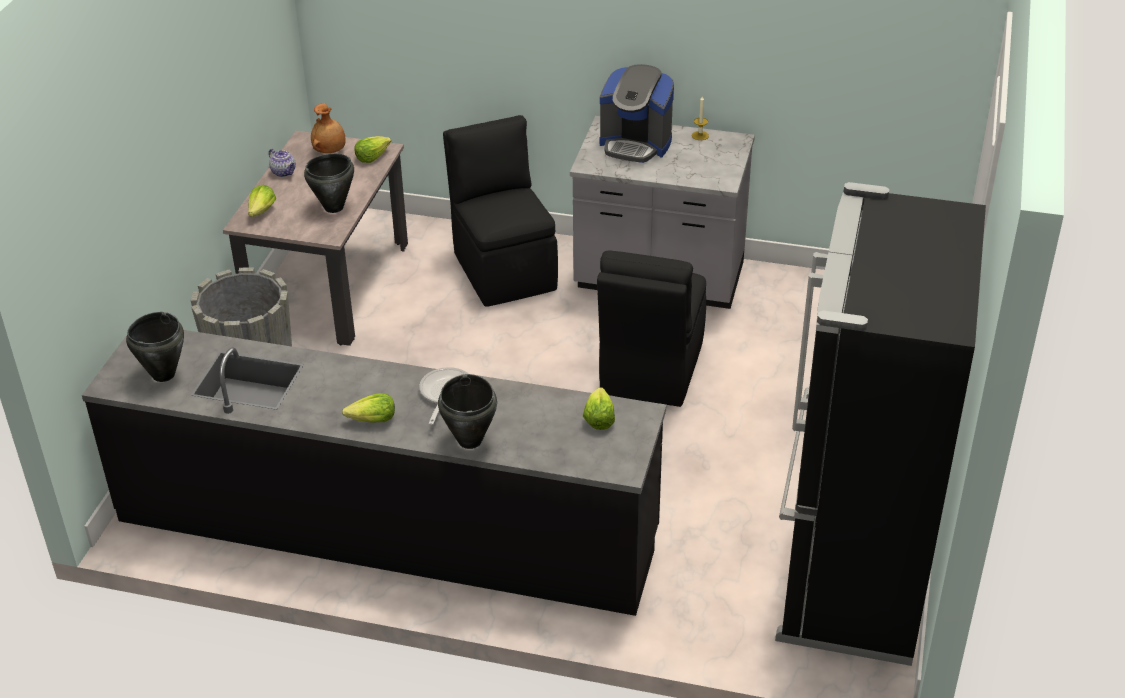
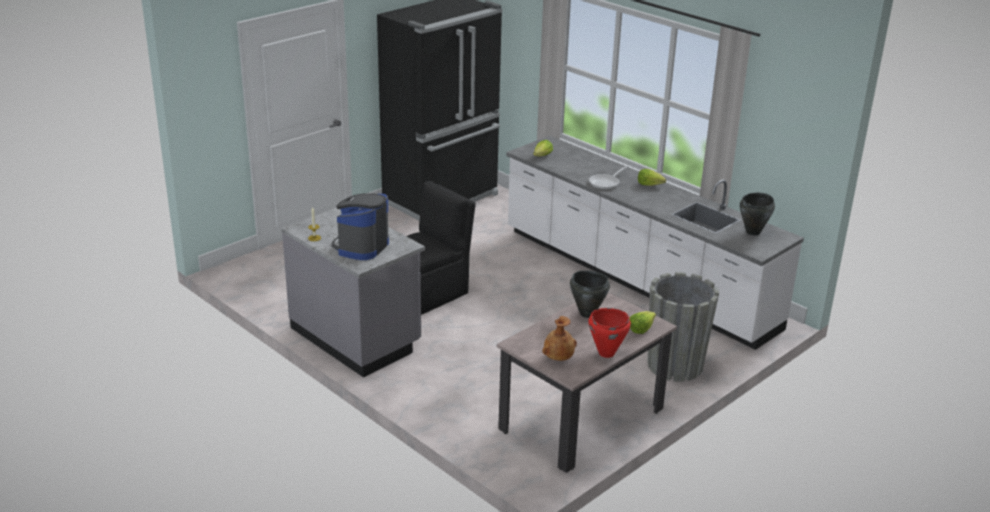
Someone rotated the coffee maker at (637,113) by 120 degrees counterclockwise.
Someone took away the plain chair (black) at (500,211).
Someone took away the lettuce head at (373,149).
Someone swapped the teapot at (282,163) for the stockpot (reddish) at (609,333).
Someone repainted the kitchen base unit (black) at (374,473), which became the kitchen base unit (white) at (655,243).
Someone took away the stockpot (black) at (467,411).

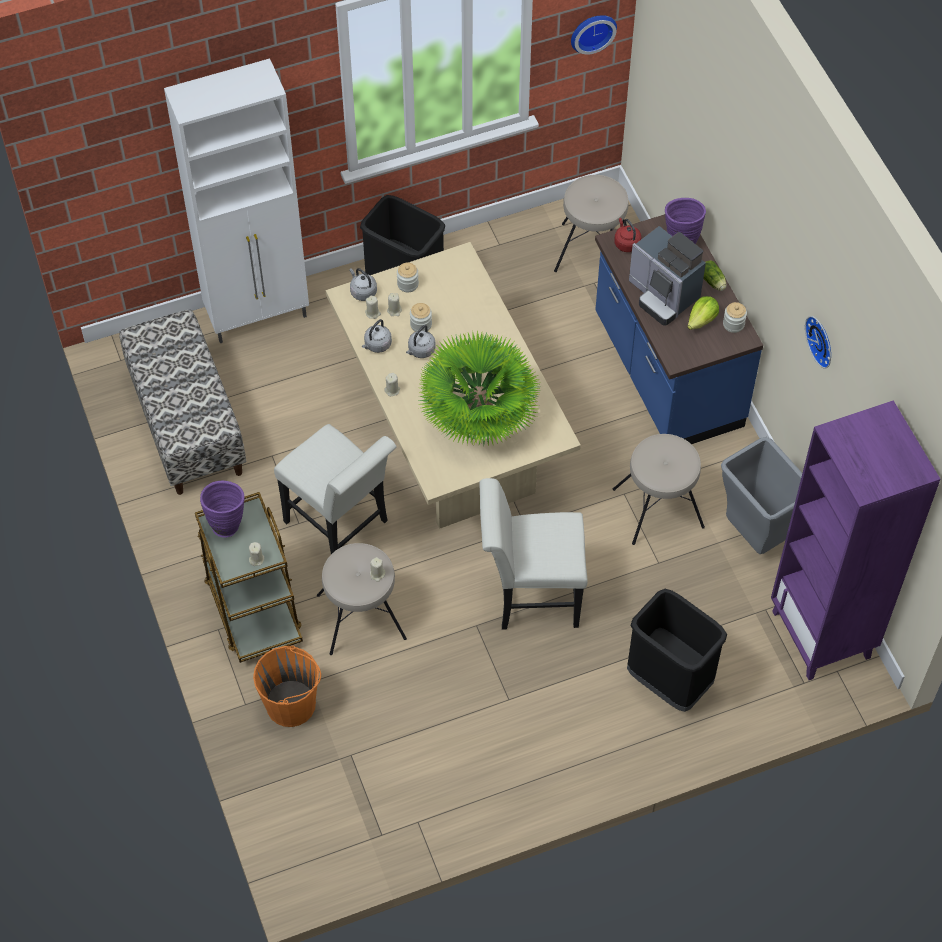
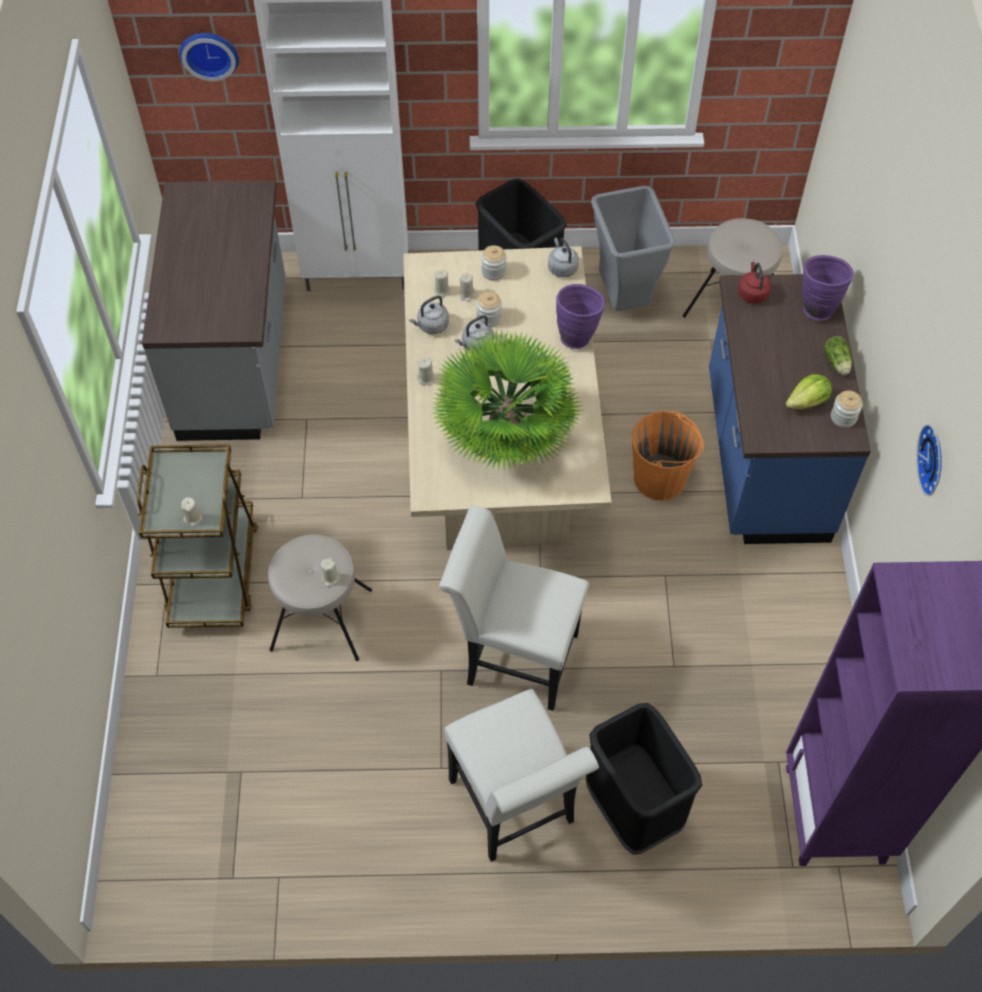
Someone carried the hanging clock from (594,35) to (209,57).
Someone took away the coffee maker at (667,276).
Someone carried the kettle (greyish) from (363,284) to (563,257).
Someone swapped the long seat at (182,402) for the kitchen base unit (greyish) at (213,311).
Someone carried the plain chair (white) from (335,489) to (521,775).
Someone took away the stool seat (sand-coloured) at (659,489).
Someone carried the trash can (greyish) from (761,495) to (633,248).
Someone carried the flower vase (purplish) from (222,509) to (580,316).
Someone carried the pail (orange) from (287,686) to (668,456).

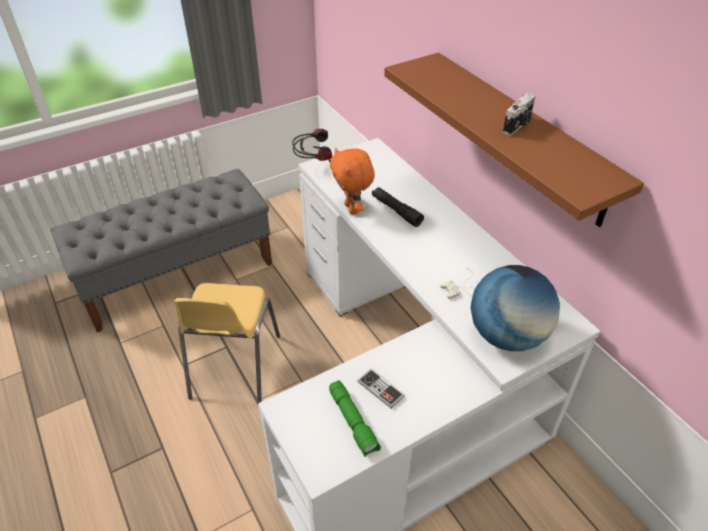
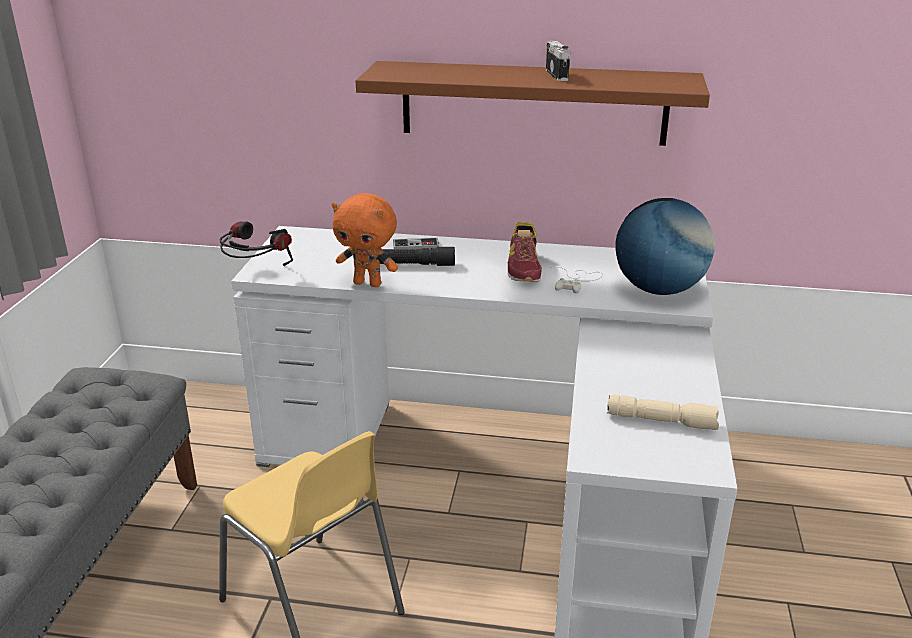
Someone carried the joypad from (381,388) to (416,243).
Someone repainted the flashlight (green-coloured) at (355,418), which became the flashlight (sand-coloured) at (663,412).
Someone put down the low shoe at (525,252).

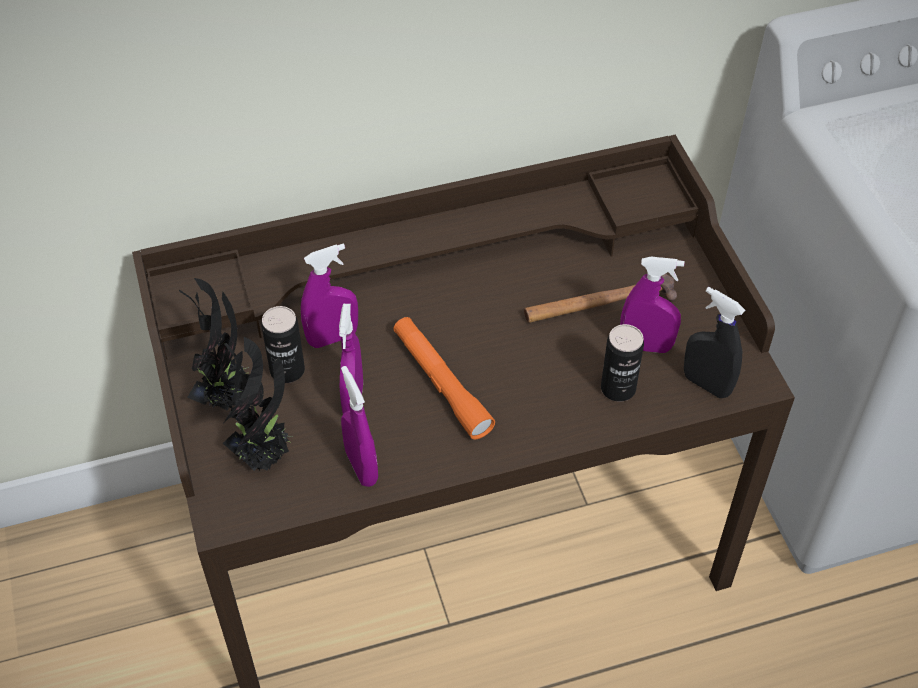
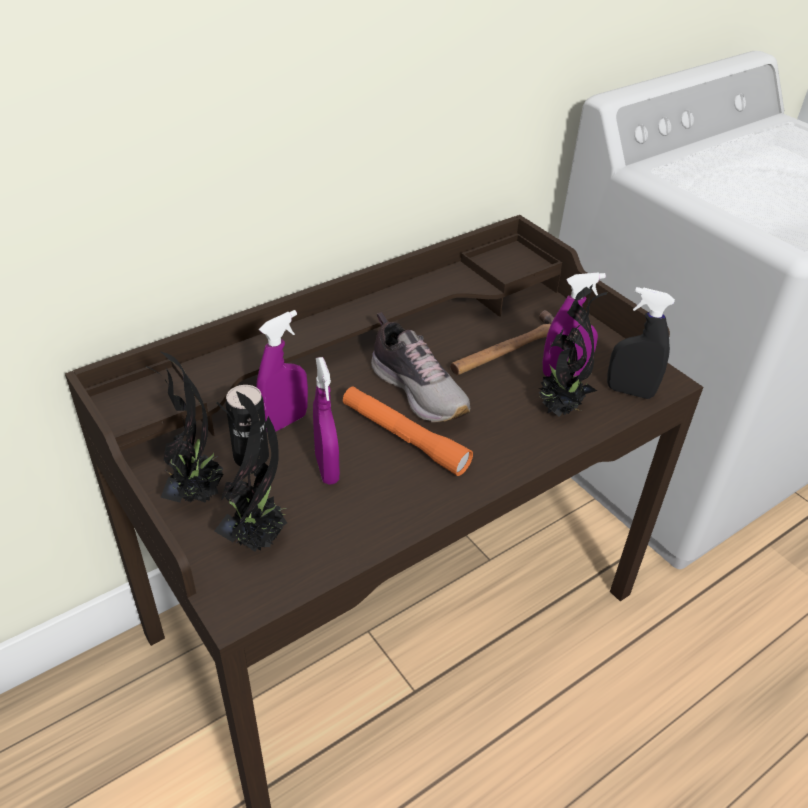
Someone swapped the can at (622,363) for the plant in a pot at (572,350).
Someone took away the spray bottle (purplish) at (359,426).
Someone put down the low shoe at (420,367).

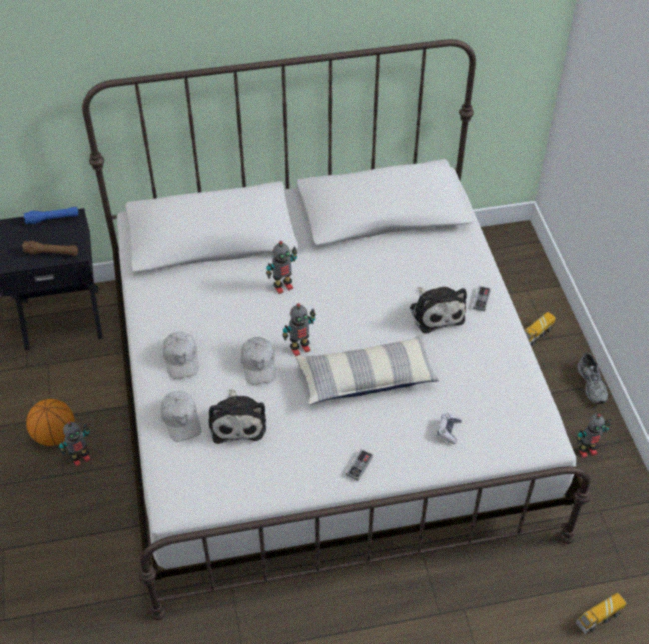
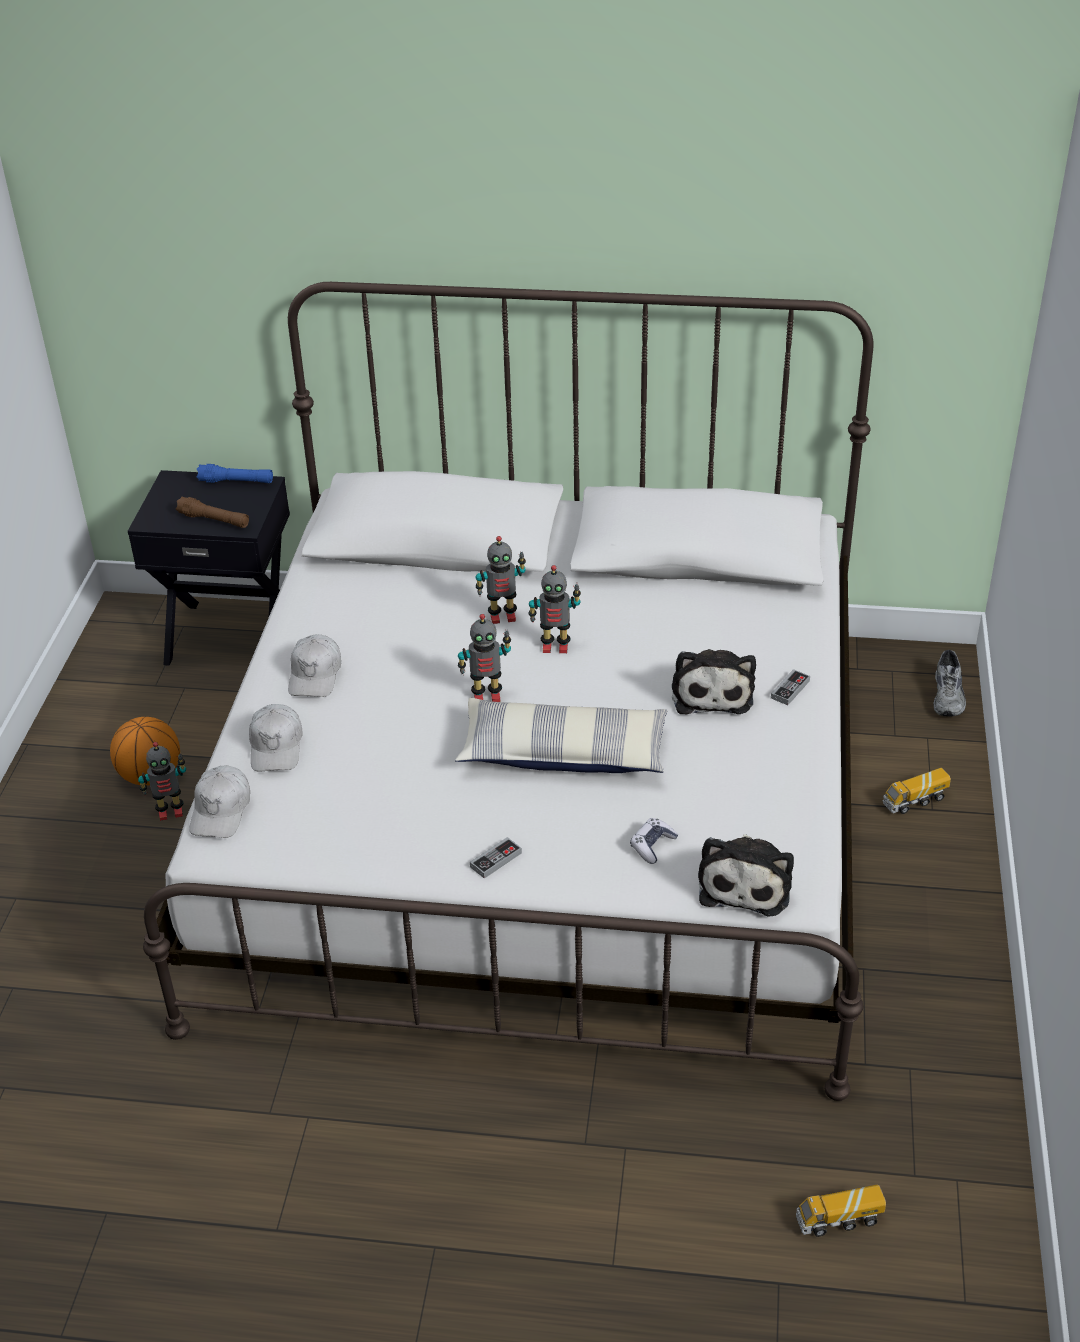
Someone carried the baseball cap (white) from (258,360) to (219,802).
Someone carried the low shoe (greyish) from (592,378) to (950,683).
Someone carried the plush toy from (237,416) to (746,875).
Someone carried the toy robot from (593,436) to (554,609).

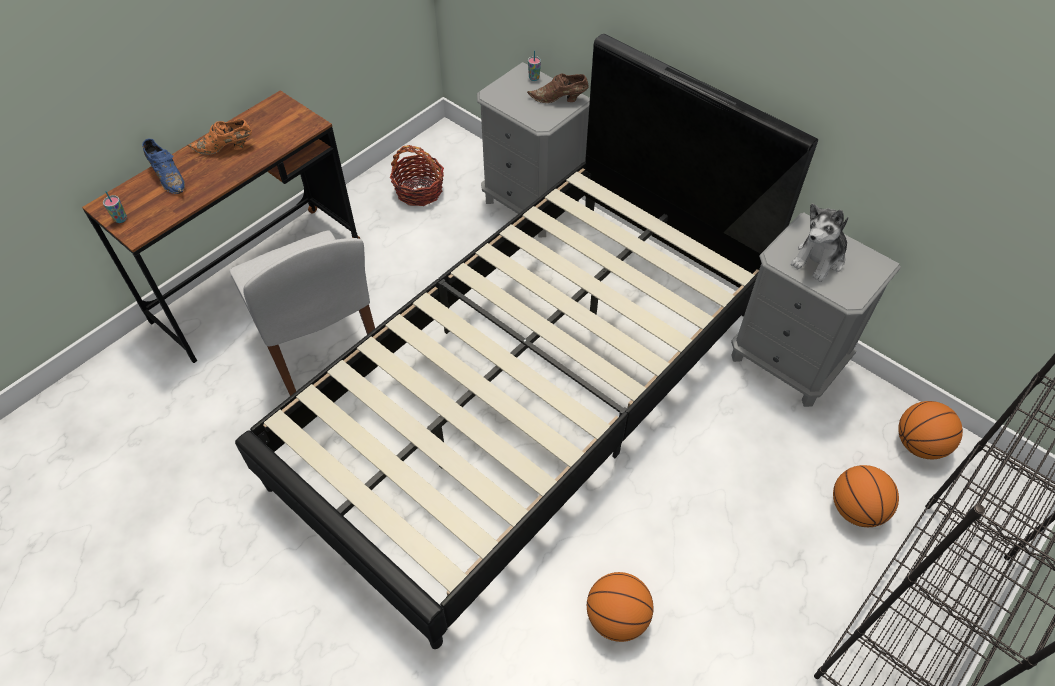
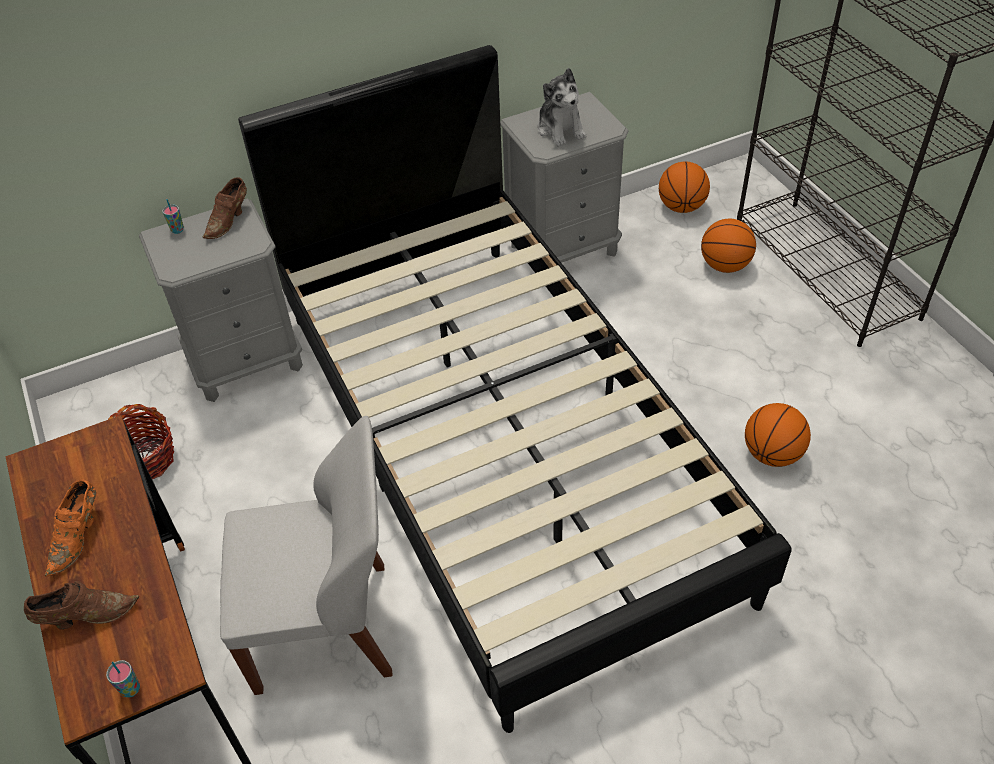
Someone repainted the low shoe (blue) at (163,166), which became the low shoe (brown-coloured) at (81,605).

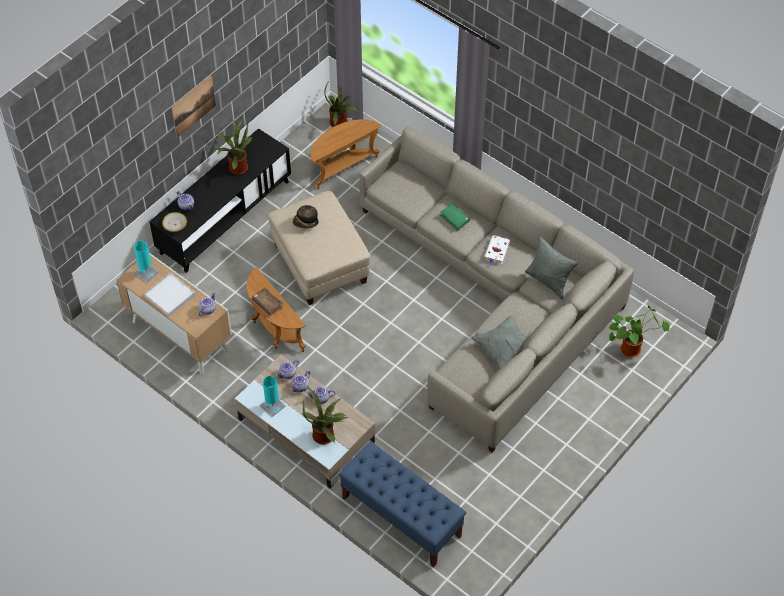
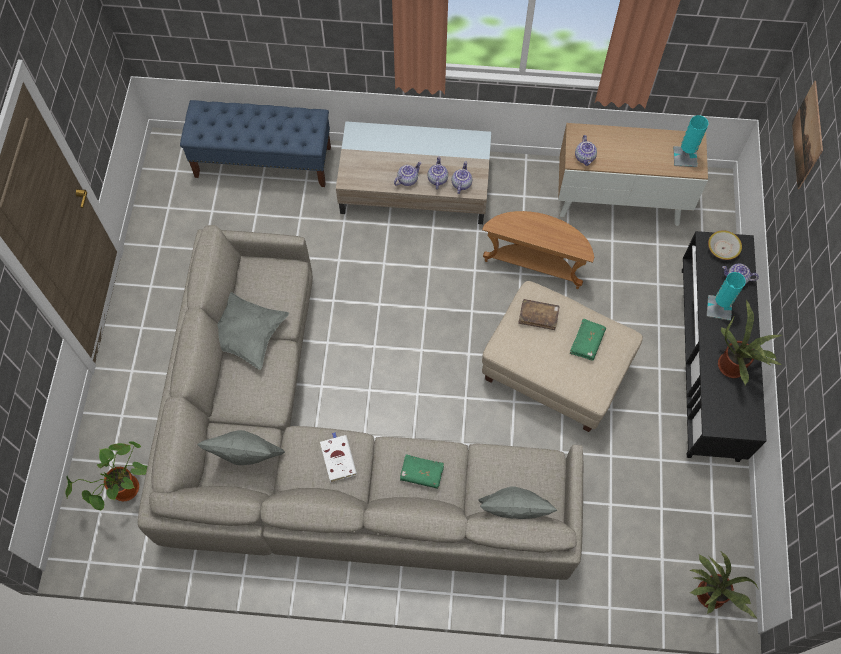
Someone carried the wall art from (193,106) to (807,135).
Someone took away the accent table (brown-coloured) at (346,154).
Someone swapped the wearable hat at (305,216) for the bound book (green-coloured) at (588,339).
Someone took away the serving tray (white) at (169,294).
Someone carried the bound book (brown-coloured) from (267,301) to (538,314).
Someone carried the table lamp (blue-green) from (272,396) to (726,296).
Someone took away the plant in a pot at (325,416).
Someone put down the pillow (greyish) at (518,503).

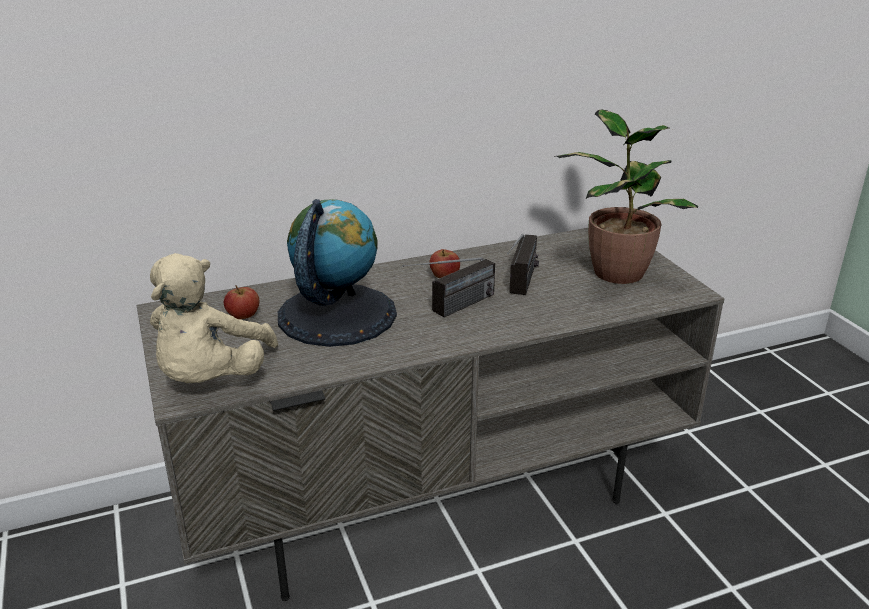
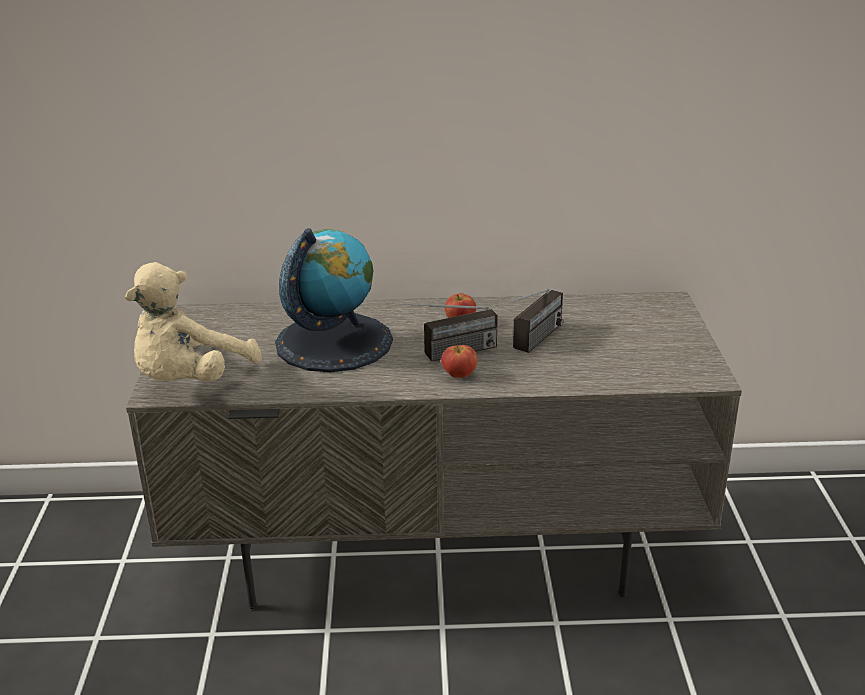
Someone took away the plant in a pot at (626,197).
Someone carried the apple from (241,302) to (459,360).

